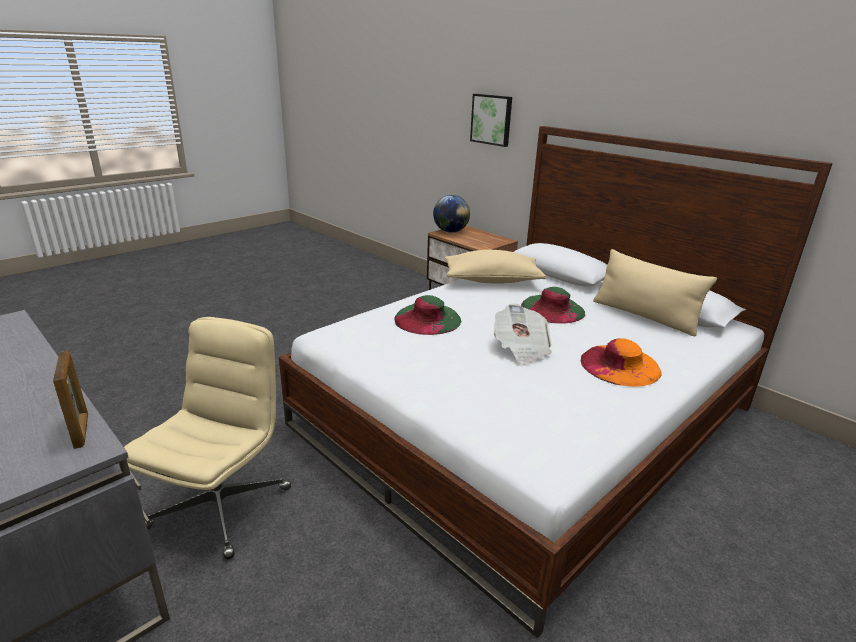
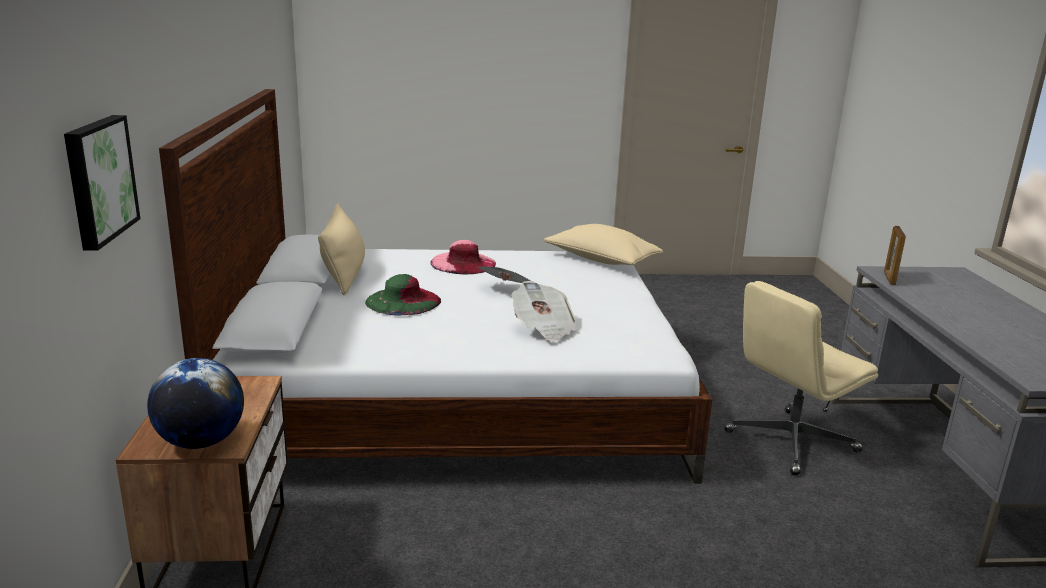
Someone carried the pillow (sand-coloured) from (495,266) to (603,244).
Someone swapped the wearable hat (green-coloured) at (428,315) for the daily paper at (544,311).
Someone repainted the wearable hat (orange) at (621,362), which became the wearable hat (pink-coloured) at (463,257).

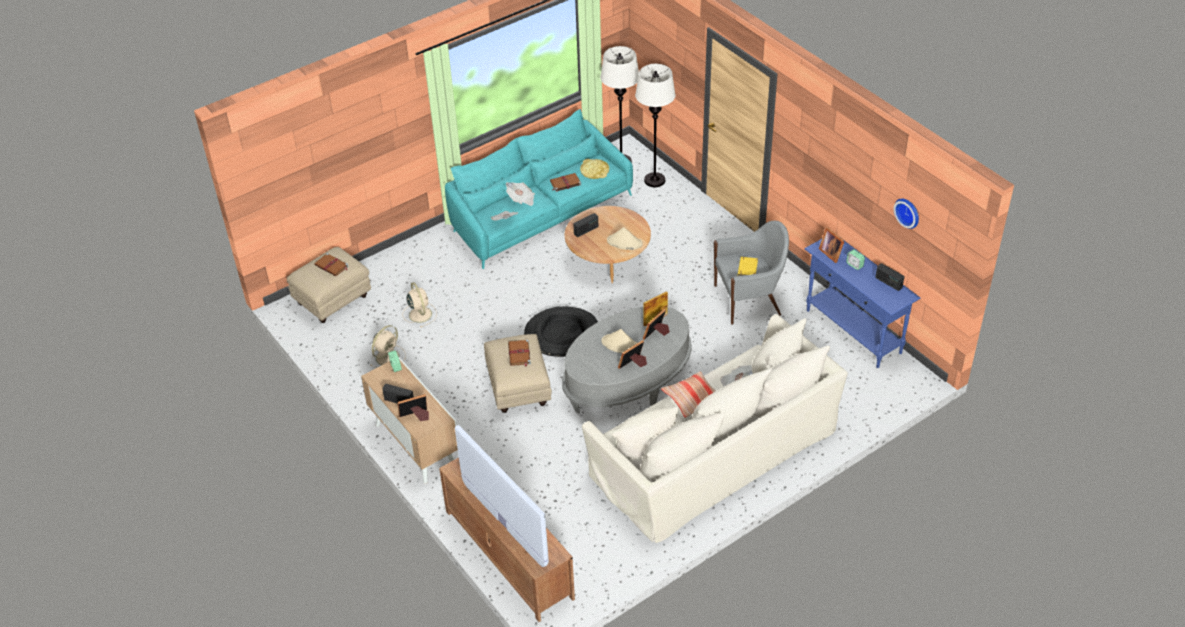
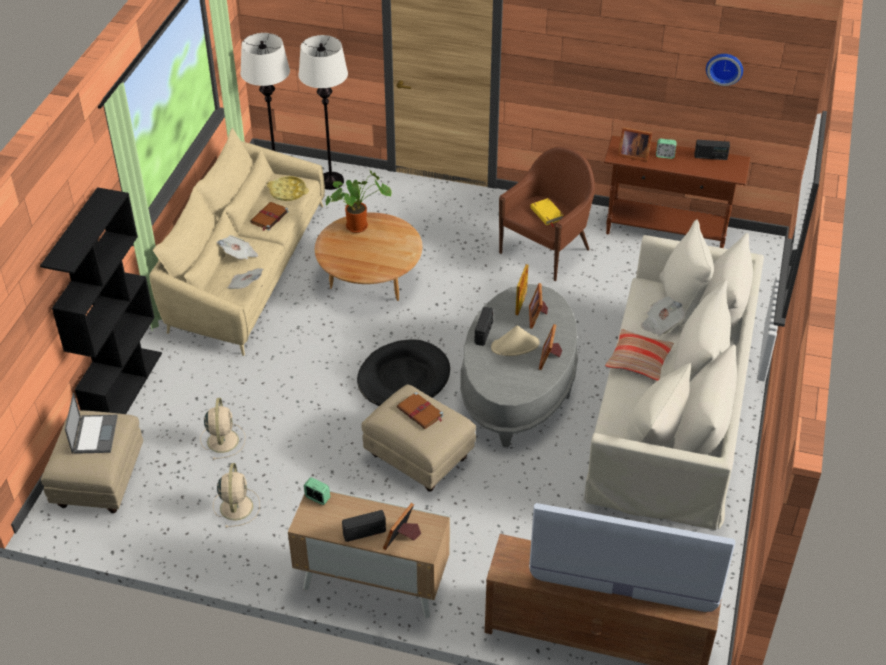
Someone repainted the couch (blue-green) at (539,189), which became the couch (sand-coloured) at (237,242).
Someone carried the radio receiver from (585,225) to (483,326).
Someone repainted the easy chair (greyish) at (751,273), which became the easy chair (brown-coloured) at (547,213).
Someone took away the wearable hat (sand-coloured) at (625,238).
Someone repainted the hall table (blue) at (862,303), which became the hall table (brown-coloured) at (677,192).
Someone swapped the bound book (brown-coloured) at (331,264) for the laptop at (91,423).
Someone rotated the fan (sand-coloured) at (419,305) by 60 degrees clockwise.
Someone put down the plant in a pot at (359,201).
Someone put down the shelving unit (black) at (101,300).

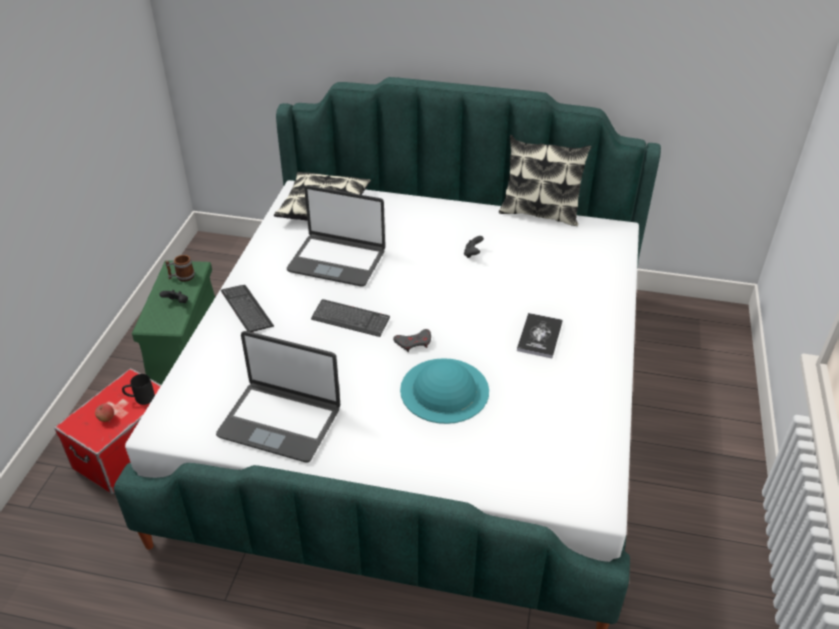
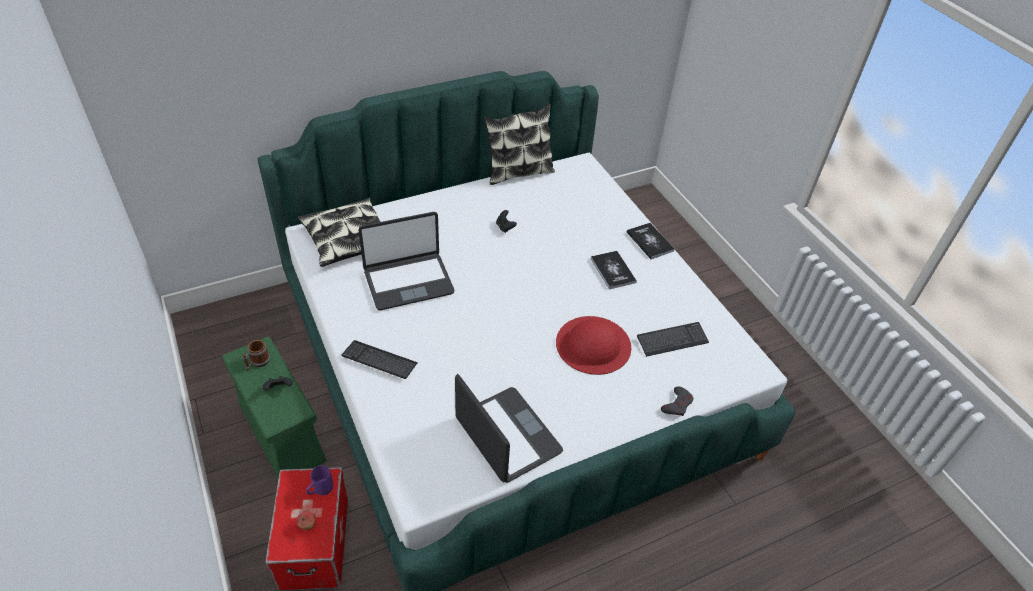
Someone carried the PC keyboard from (350,318) to (673,339).
Someone carried the joypad (greyish) from (412,340) to (677,401).
Someone rotated the laptop at (278,396) by 105 degrees counterclockwise.
Someone repainted the wearable hat (blue-green) at (444,391), which became the wearable hat (reddish) at (593,345).
Someone repainted the mug (black) at (138,389), which became the mug (purplish) at (319,480).
Someone put down the bound book at (651,241).

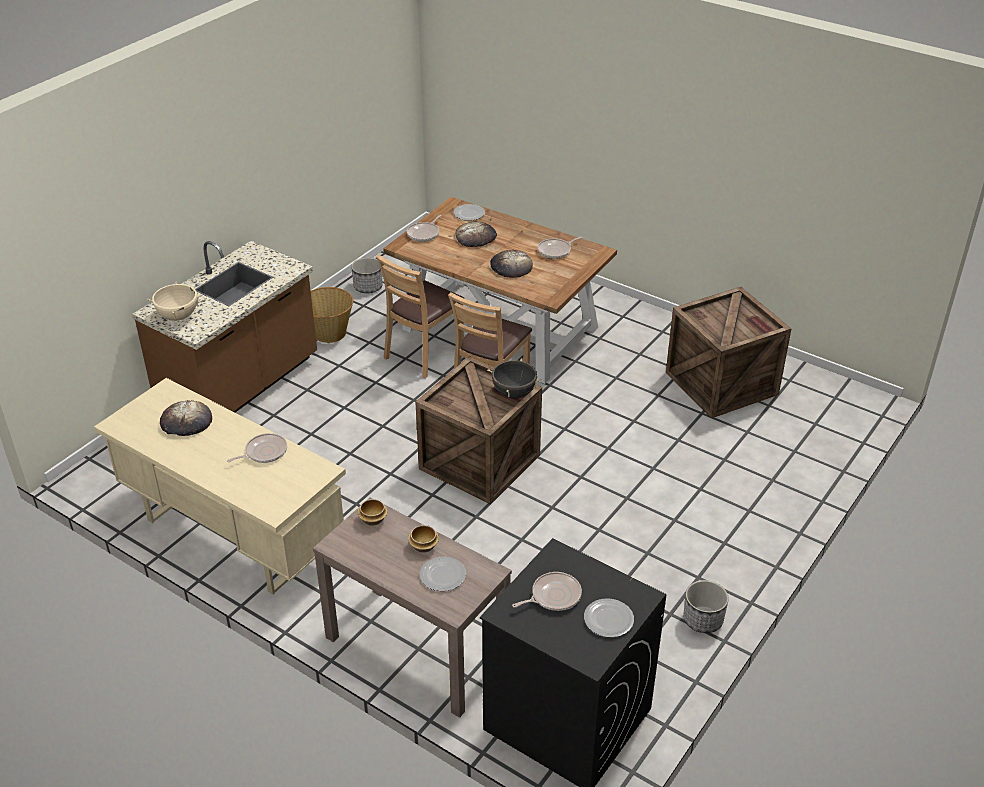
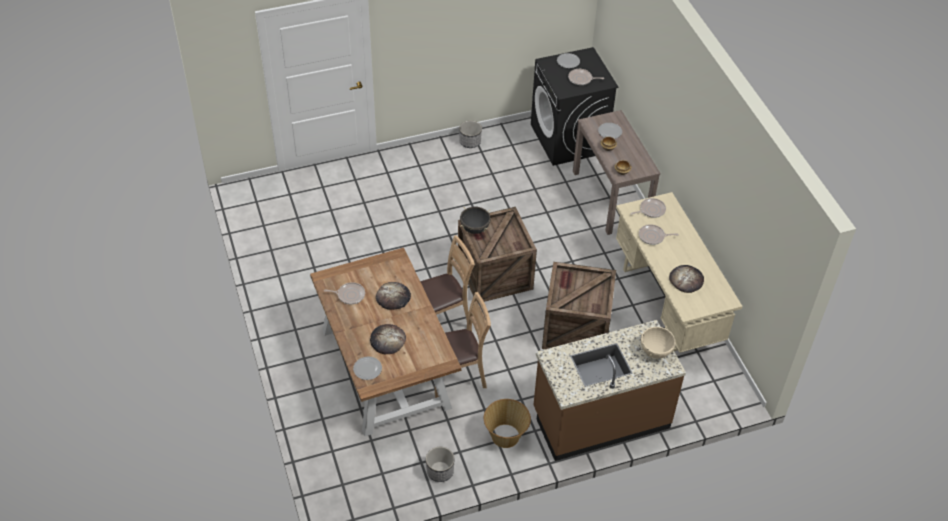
Someone carried the frying pan from (424,228) to (648,208).
Someone carried the shipping crate from (728,352) to (579,305).

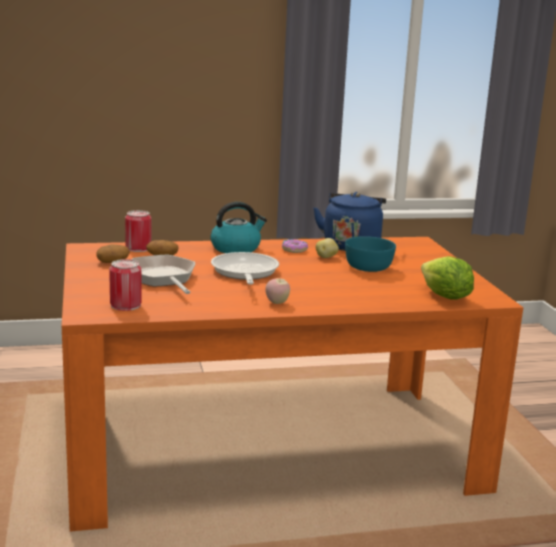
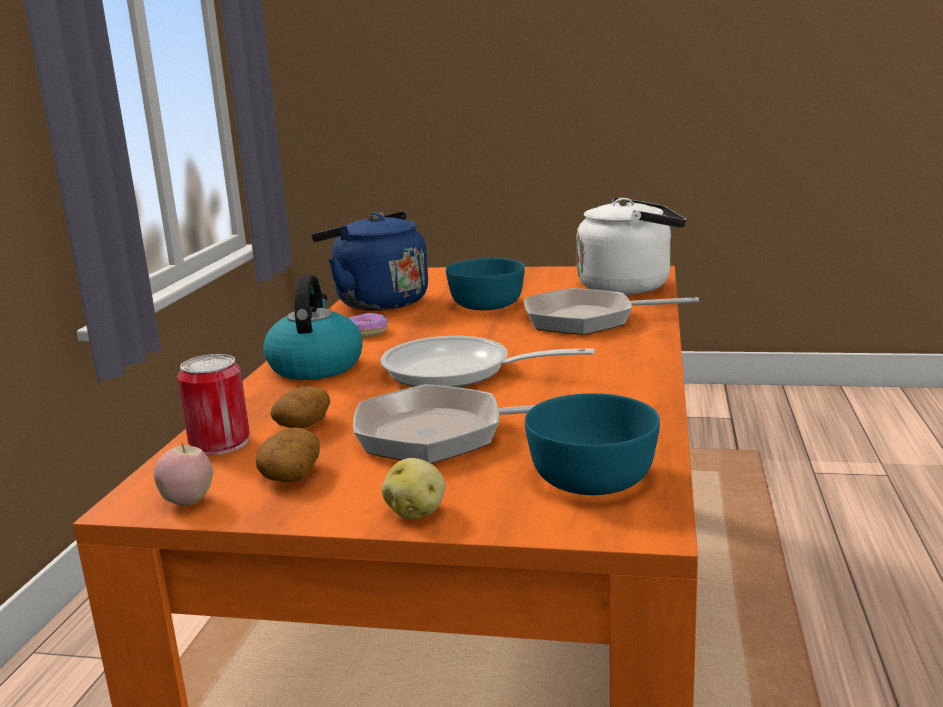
Someone carried the spud from (327,248) to (413,488).
Someone swapped the lettuce head at (447,278) for the kettle (white) at (631,246).
Someone swapped the can at (125,285) for the bowl (blue-green) at (592,444).
Someone carried the apple from (277,291) to (183,473).
Someone put down the frying pan at (611,311).

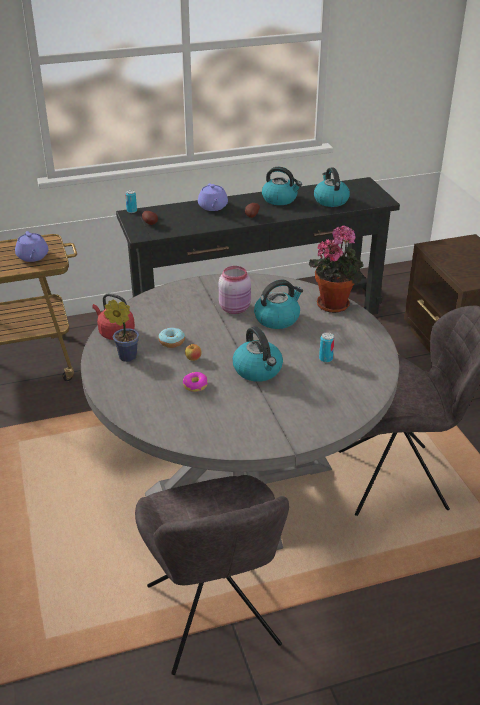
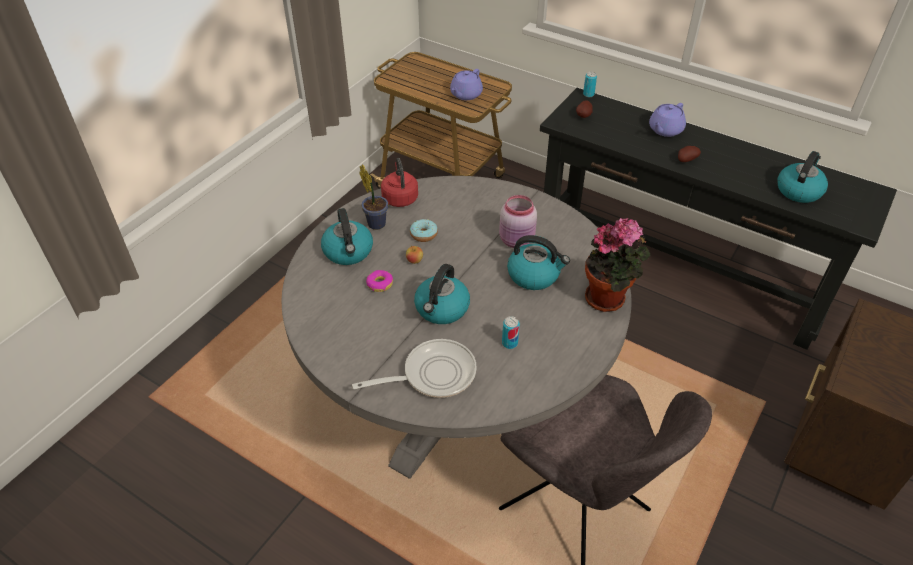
Someone carried the kettle from (282,186) to (347,236).
Someone took away the plain chair (greyish) at (212,575).
Someone put down the frying pan at (414,368).

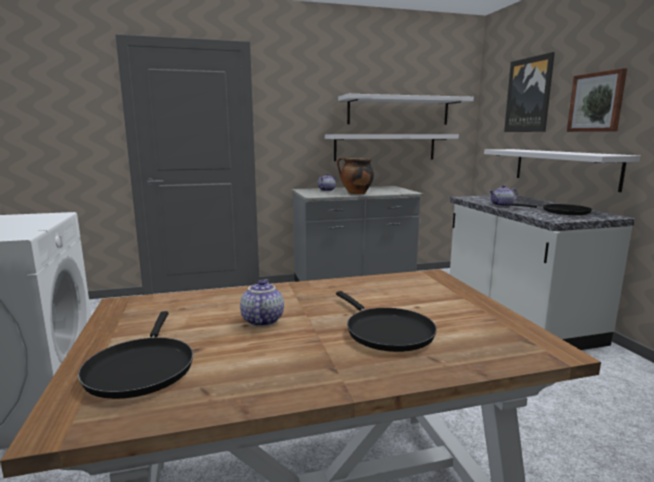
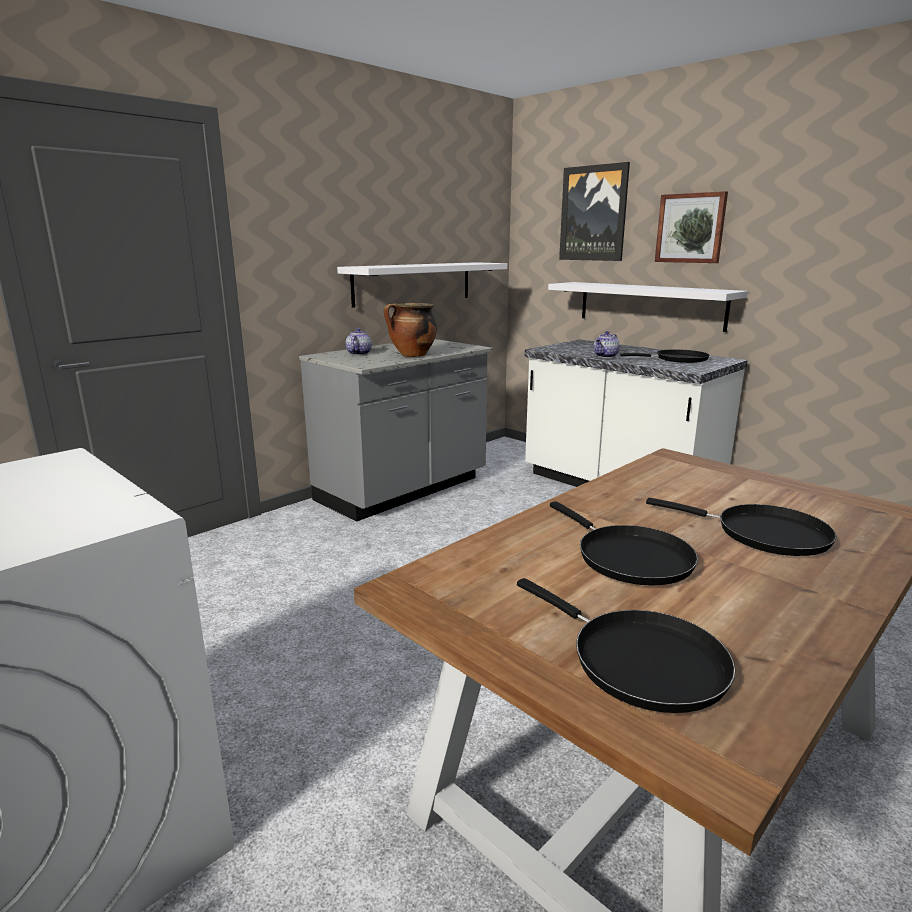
Someone took away the bracket shelf (white) at (406,109).
Someone swapped the teapot at (262,303) for the frying pan (black) at (624,543).

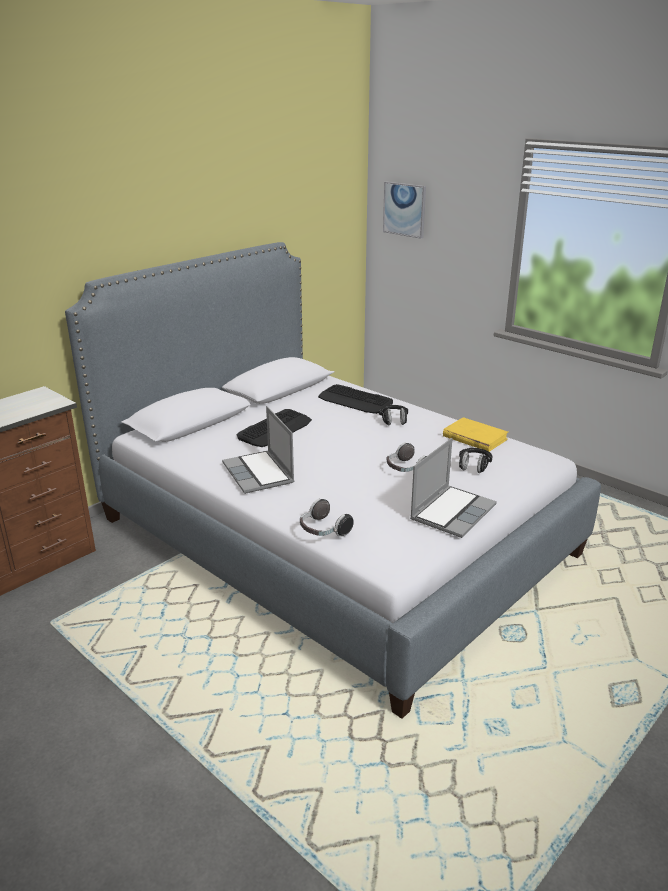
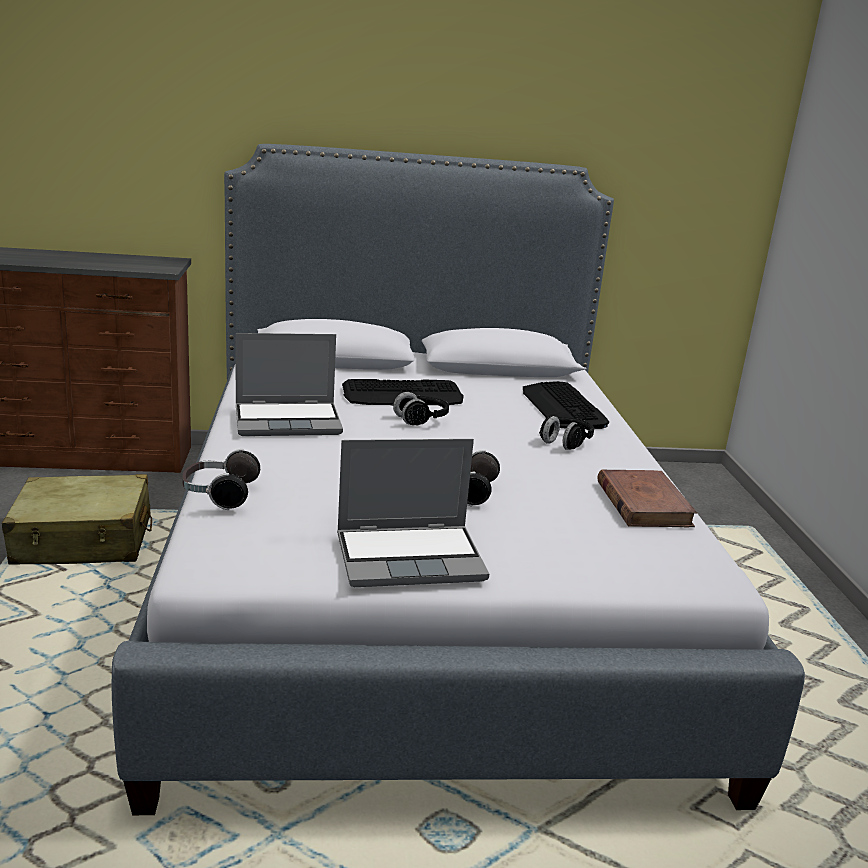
Someone took away the wall art at (404,210).
Someone rotated the laptop at (258,450) by 120 degrees counterclockwise.
Someone repainted the bound book (yellow-coloured) at (475,434), which became the bound book (brown-coloured) at (648,498).
Someone carried the headset (black) from (475,460) to (419,409).
Someone put down the piece of luggage (sand-coloured) at (77,519).

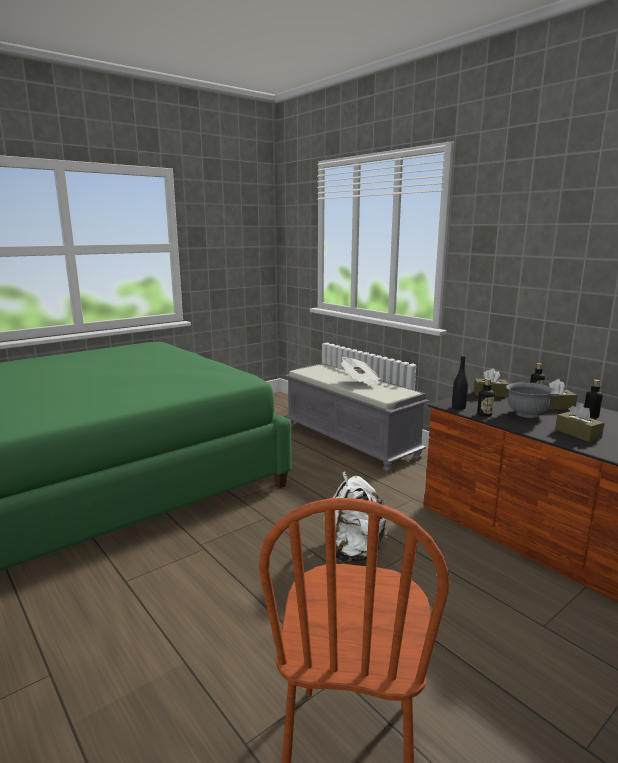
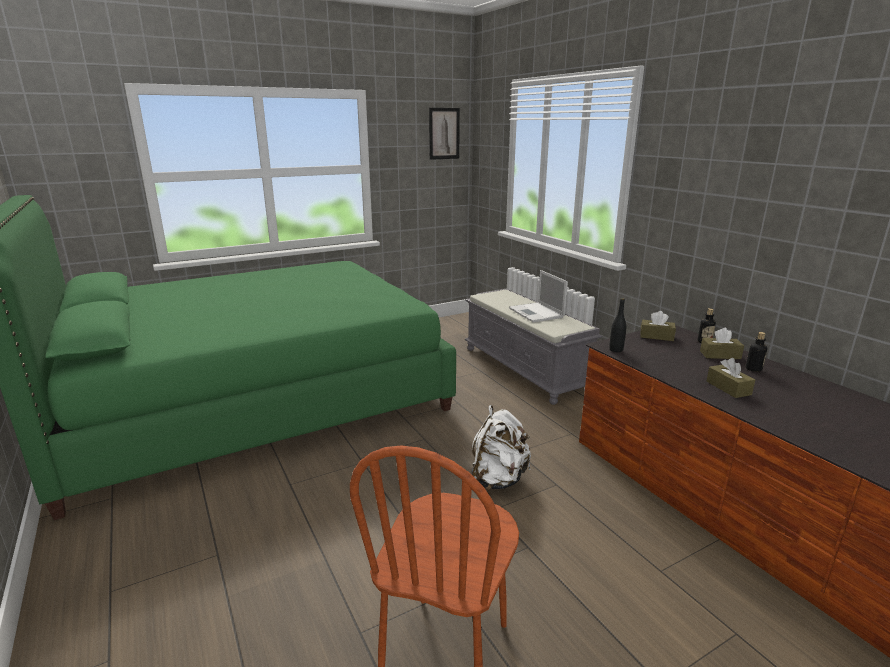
Someone swapped the daily paper at (361,372) for the laptop at (538,296).
Someone took away the drink bottle at (485,397).
Someone took away the bowl (greyish) at (530,400).
Someone put up the wall art at (444,134).

